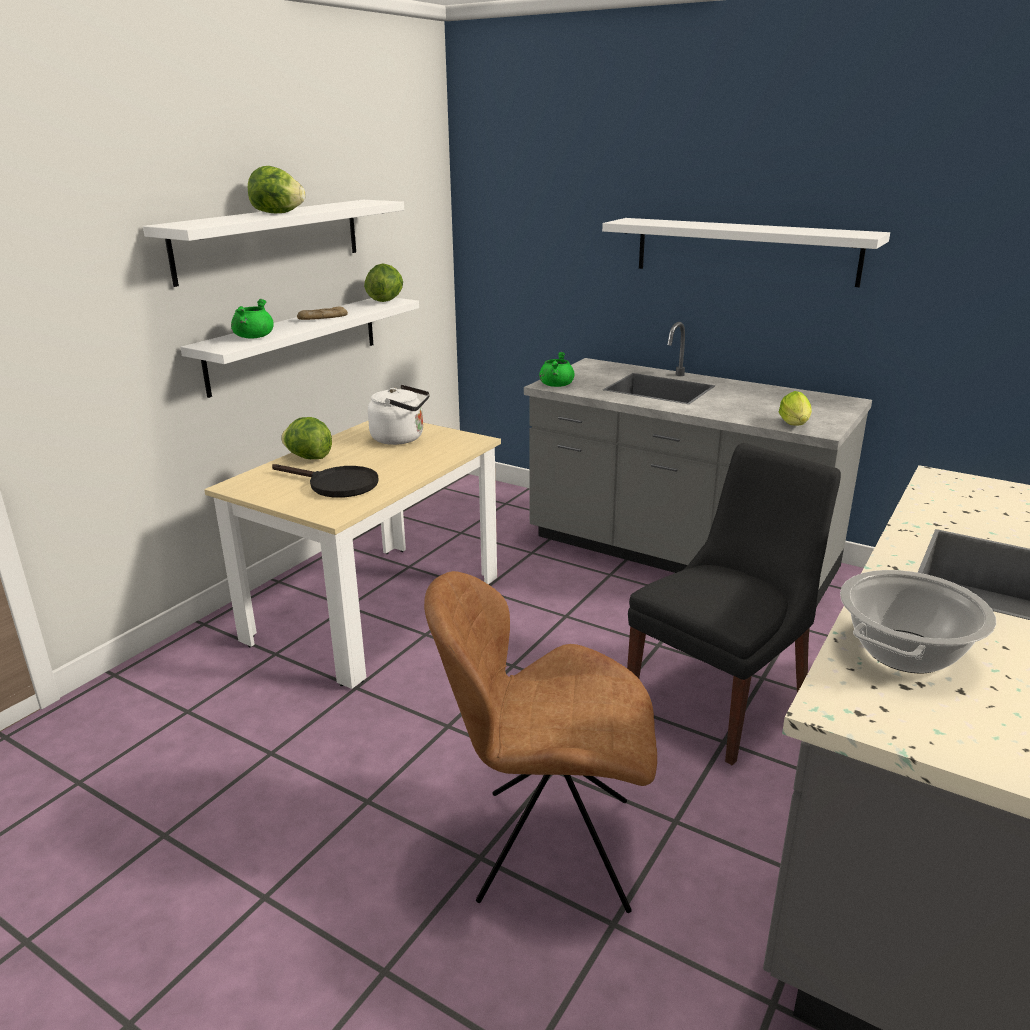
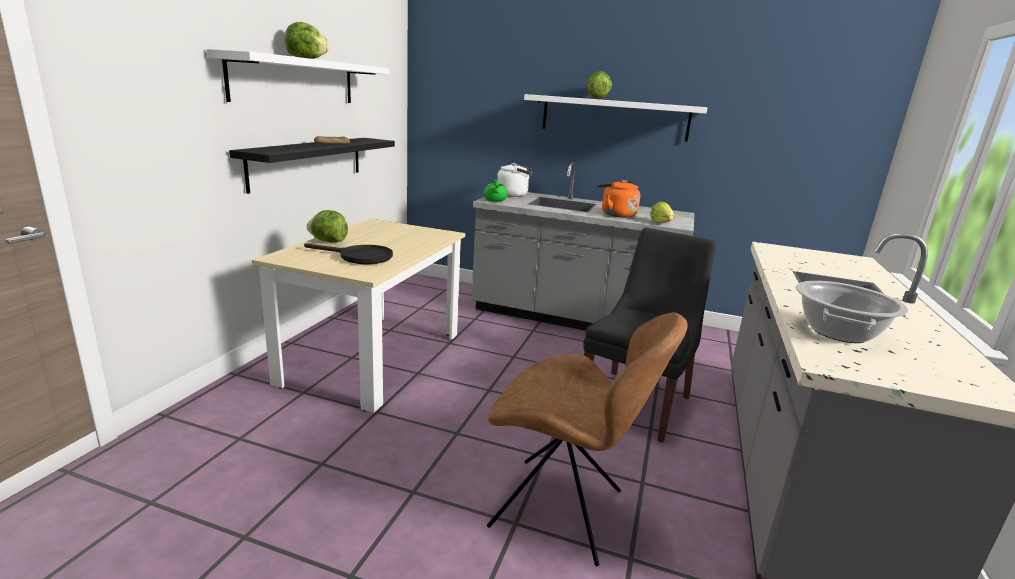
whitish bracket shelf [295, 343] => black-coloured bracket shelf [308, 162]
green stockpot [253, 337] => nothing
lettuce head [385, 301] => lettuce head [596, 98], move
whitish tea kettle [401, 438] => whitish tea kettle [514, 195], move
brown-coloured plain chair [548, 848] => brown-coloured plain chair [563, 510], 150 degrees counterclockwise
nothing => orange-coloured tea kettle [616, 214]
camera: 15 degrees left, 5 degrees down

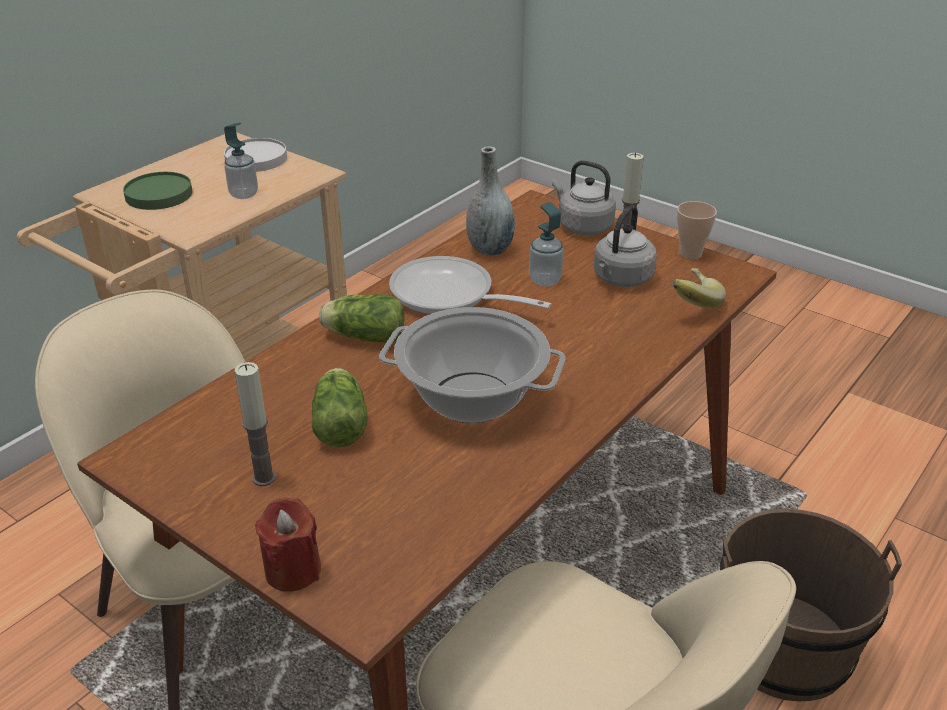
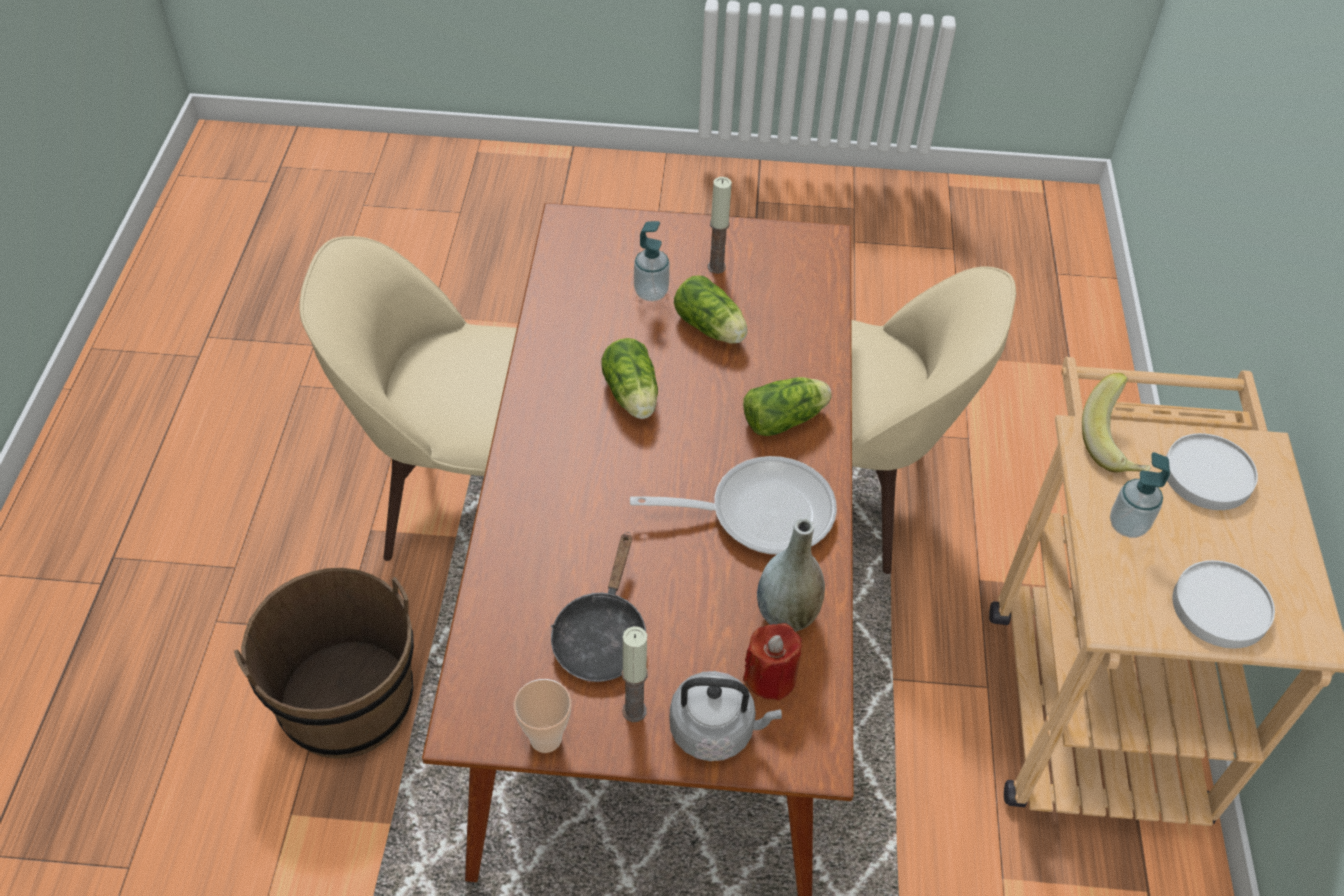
green plate [159, 195] => whitish plate [1207, 475]
red-coloured wax candle [293, 570] => red-coloured wax candle [770, 677], move
stockpot [471, 398] => lettuce head [632, 397]
soap dispenser [545, 280] => soap dispenser [651, 292], move
gray tea kettle [621, 279] => black-coloured frying pan [601, 636]
whole banana [690, 303] => whole banana [1115, 444], move
camera: 145 degrees right, 15 degrees up

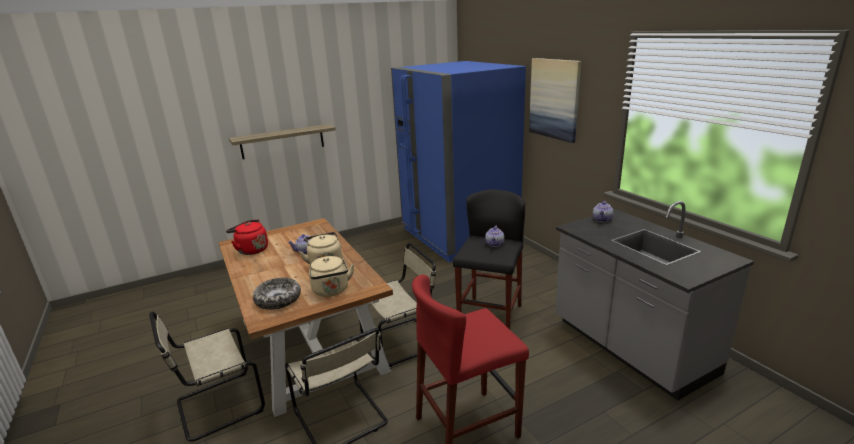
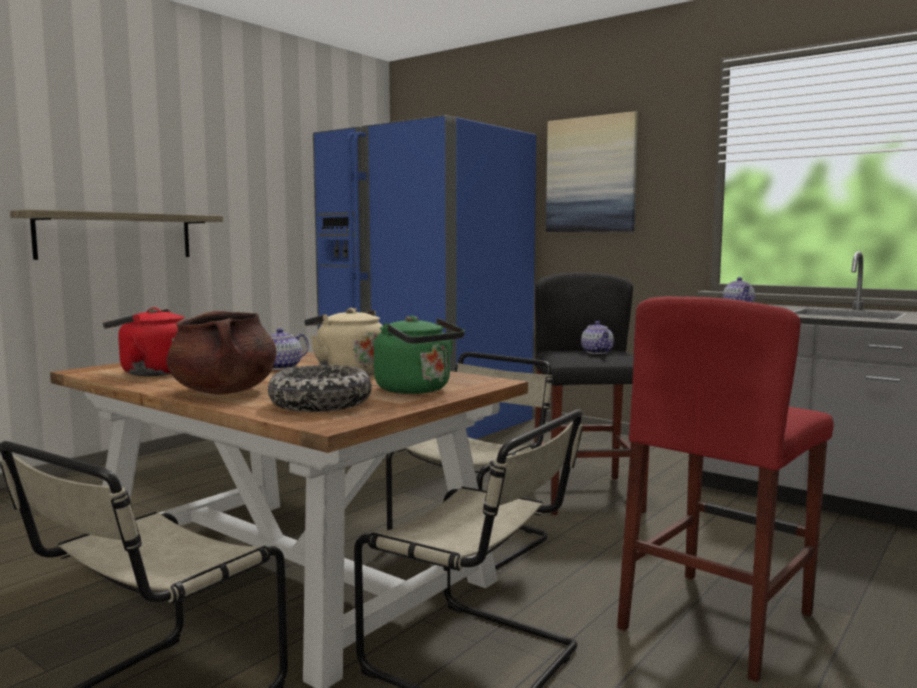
beige tea kettle [331, 291] => green tea kettle [417, 390]
nothing => brown-coloured stockpot [224, 392]
camera: 25 degrees left, 15 degrees down

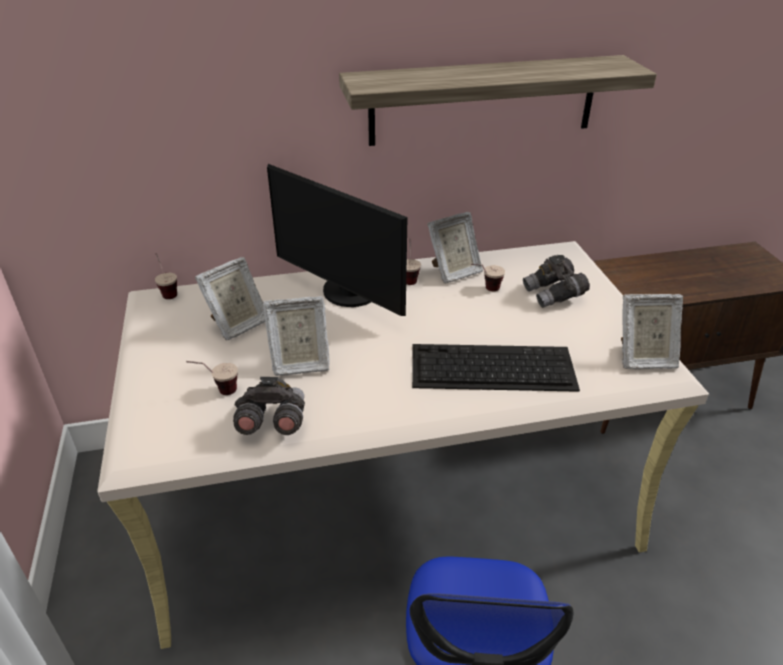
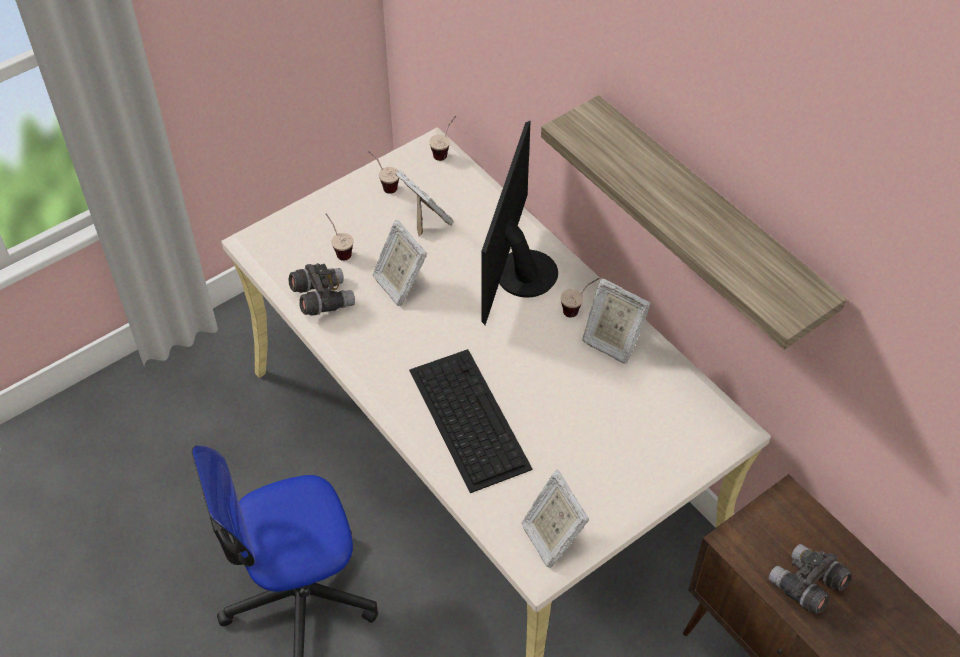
photo frame [237, 325] => photo frame [426, 220], 150 degrees counterclockwise
drinking cup [485, 290] => drinking cup [384, 184], move
gray field glasses [554, 295] => gray field glasses [806, 586], move
camera: 65 degrees right, 15 degrees up

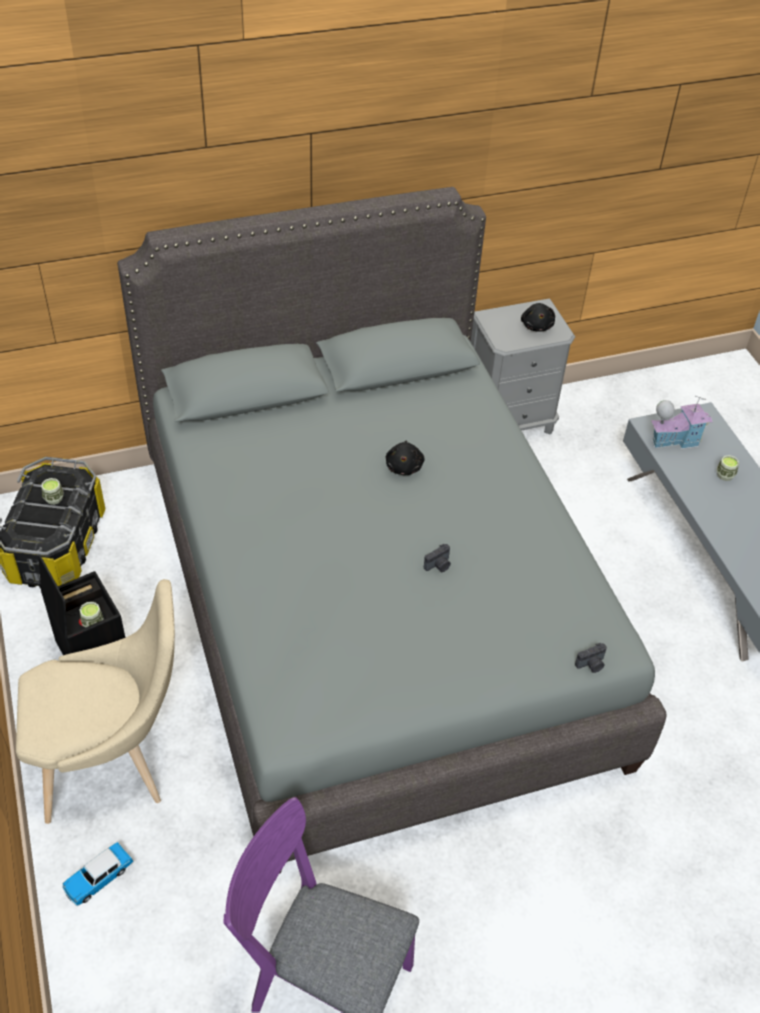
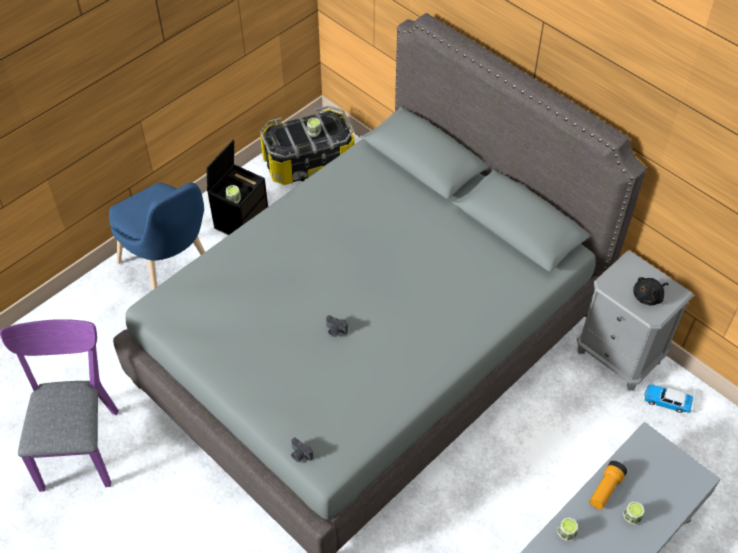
beige plain chair [114, 763] => blue plain chair [171, 271]
miniature car [98, 878] => miniature car [666, 402], move
black-coloured soft toy [404, 466] => nothing
model house [674, 440] => nothing
nothing => drinking cup [566, 533]
nothing => flashlight [605, 489]
camera: 65 degrees right, 5 degrees up

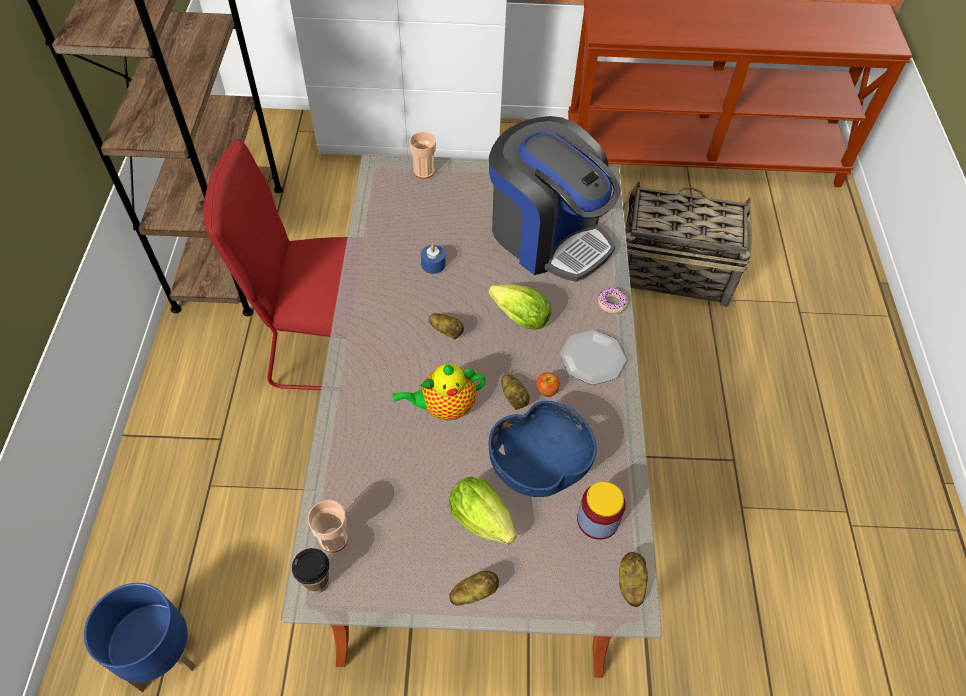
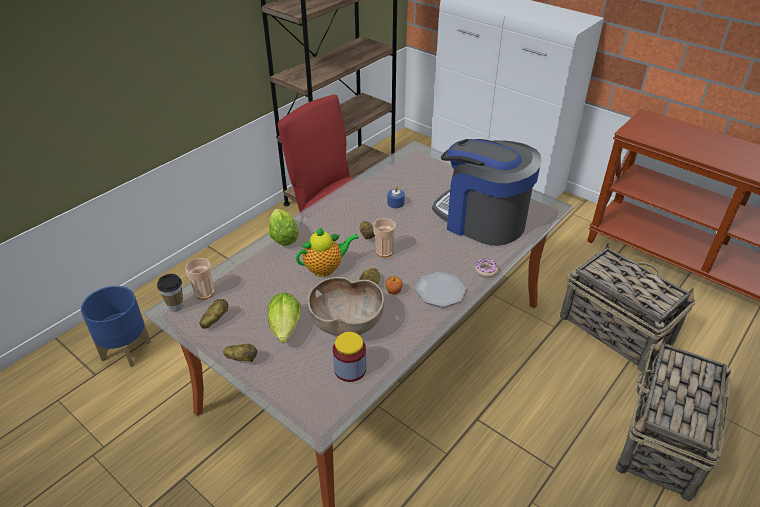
tea pot [444, 407] => tea pot [326, 268], 135 degrees clockwise
drinking cup [424, 171] => drinking cup [384, 251], move
lettuce head [516, 316] => lettuce head [282, 236], move
coffee machine [548, 236] => coffee machine [482, 220], 135 degrees clockwise
blue bowl [539, 466] => brown-coloured bowl [346, 323]
spud [630, 583] => spud [215, 320], move
nothing => basket [661, 441]
camera: 40 degrees right, 15 degrees down

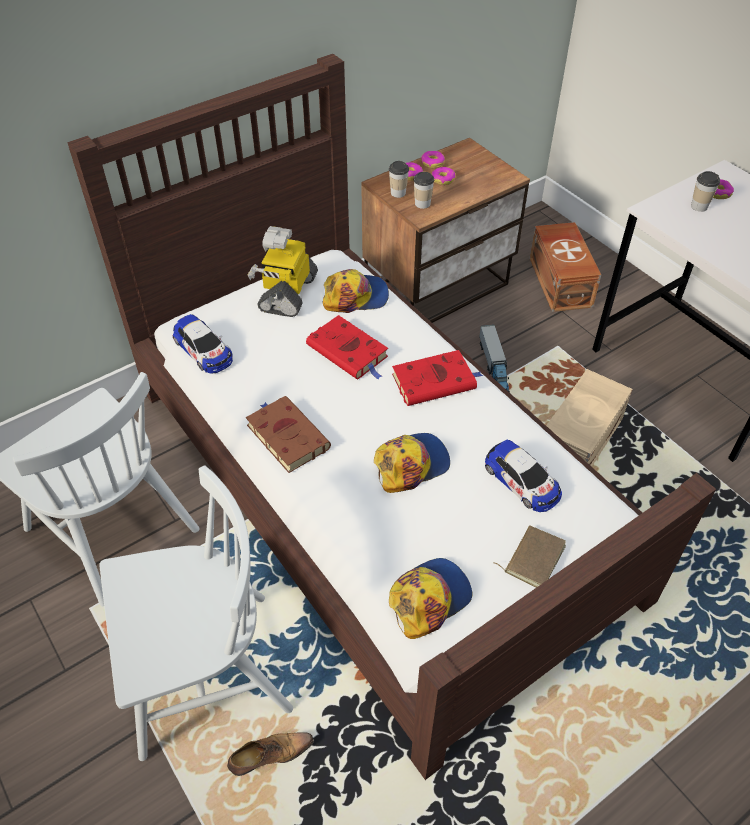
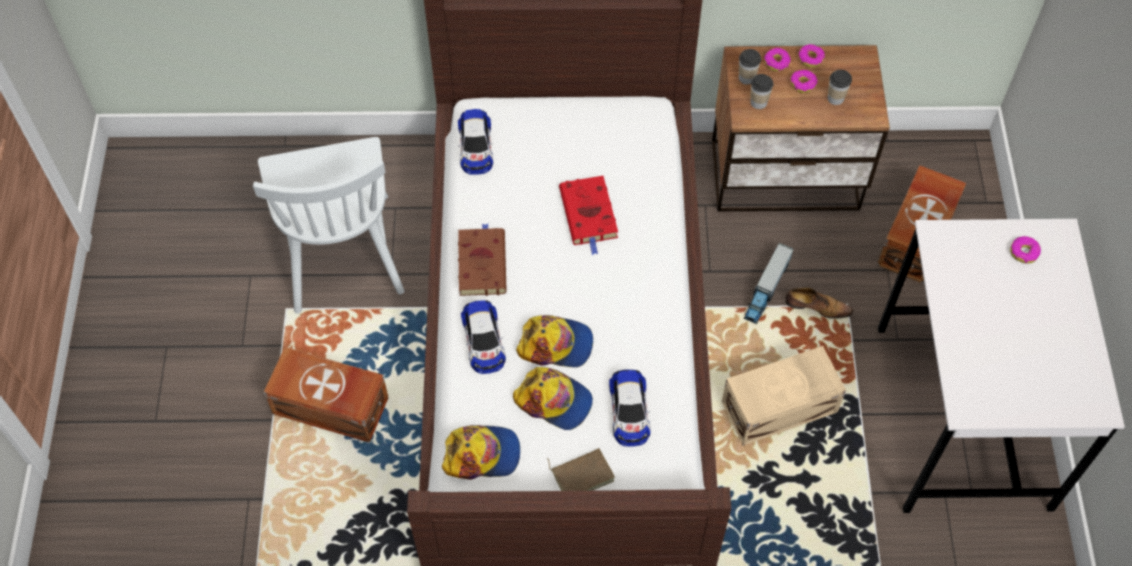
whitish plain chair [204, 672] => brown-coloured storage container [331, 408]
shoe [269, 755] => shoe [816, 307], move
robot figure [287, 293] => nothing
cap [355, 296] => cap [554, 401], move
red-coloured bound book [435, 381] => nothing
drinking cup [699, 206] => drinking cup [835, 98], move
nothing => miniature car [483, 340]
camera: 35 degrees right, 10 degrees up

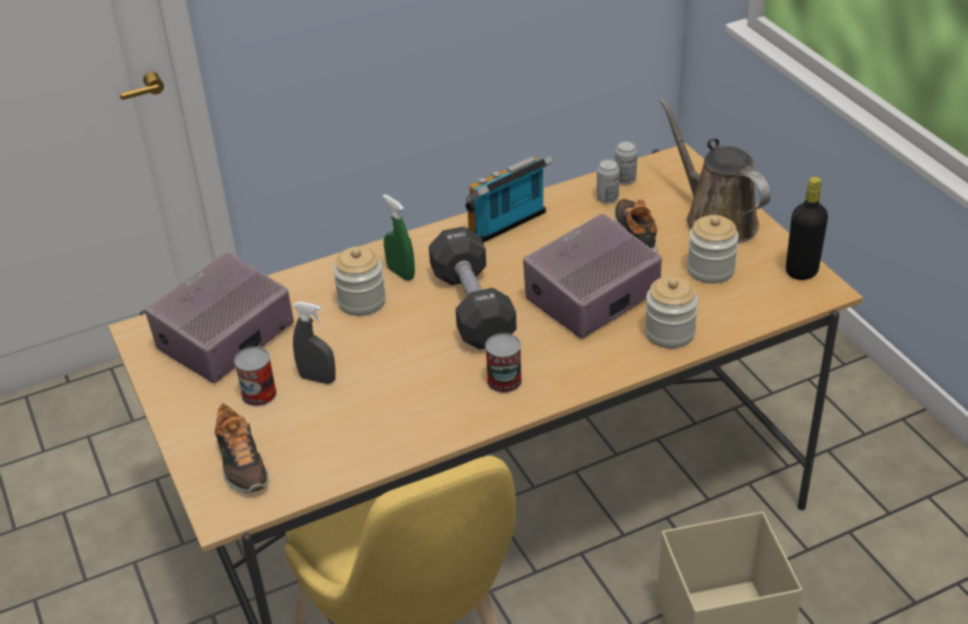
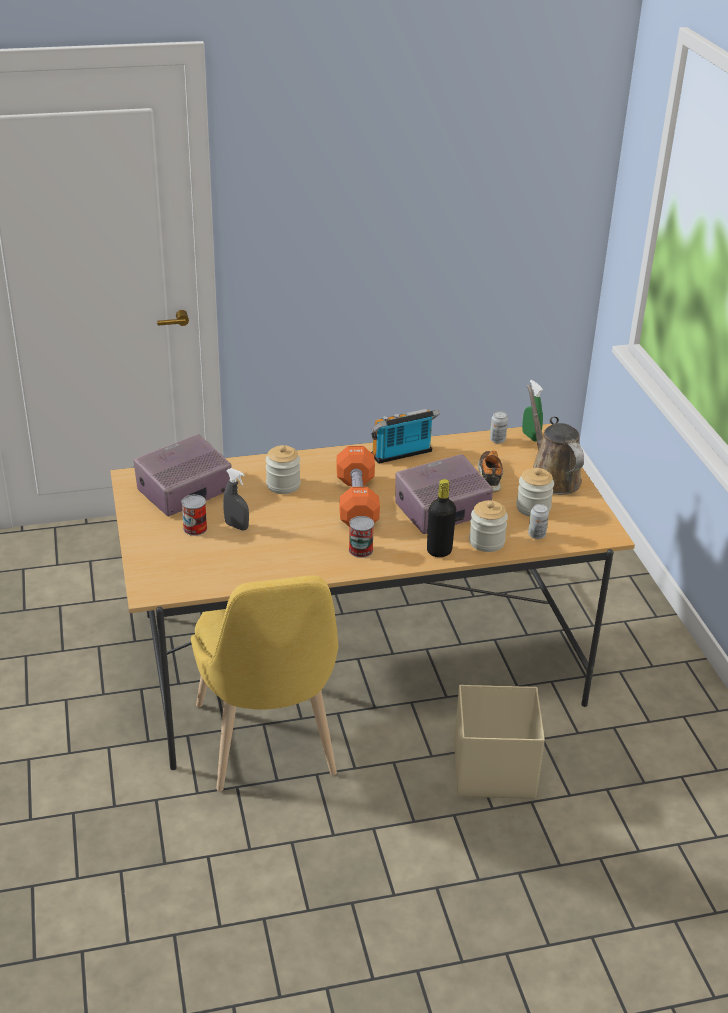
shoe [241, 463] => nothing
green hand sprayer [401, 273] => green hand sprayer [530, 436], move
black-coloured dumbbell [472, 307] => orange-coloured dumbbell [357, 502]
metal can [607, 198] => metal can [536, 535], move
black-coloured beverage bottle [801, 271] => black-coloured beverage bottle [439, 551], move
camera: 10 degrees right, 5 degrees down

